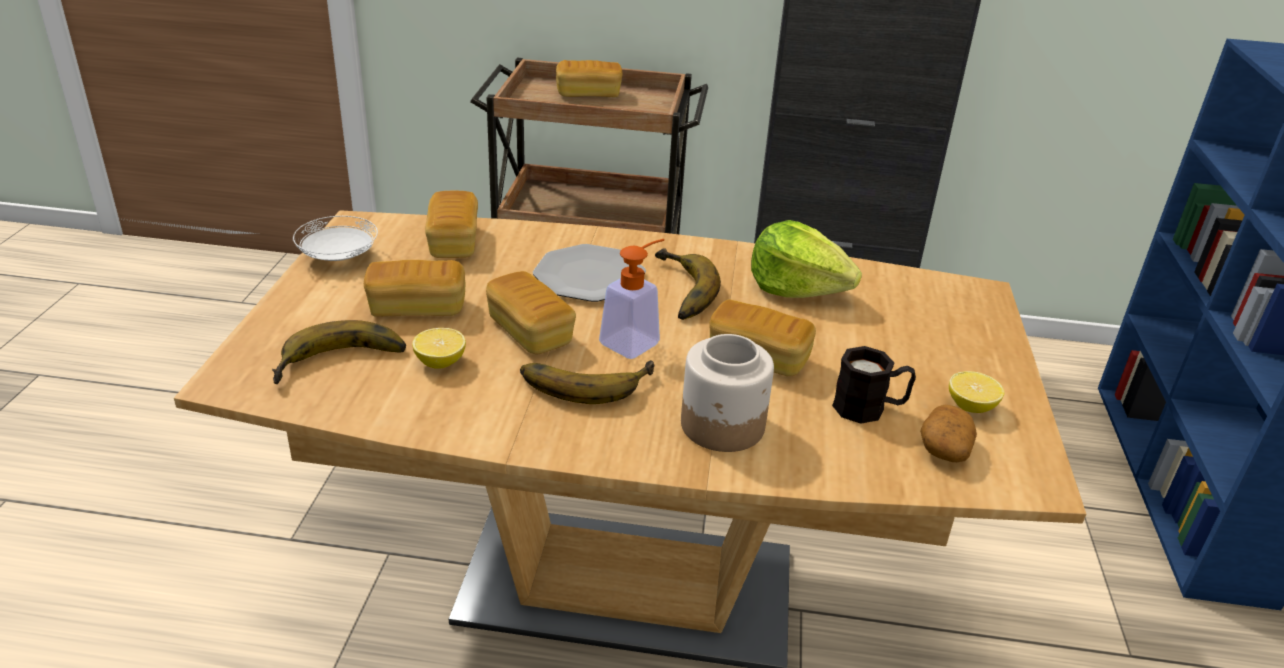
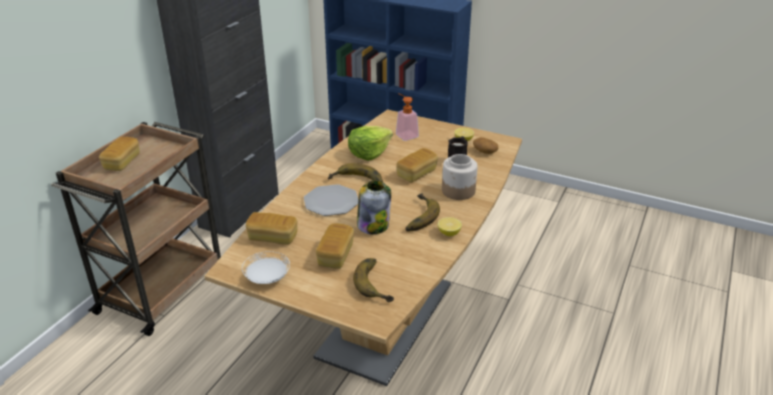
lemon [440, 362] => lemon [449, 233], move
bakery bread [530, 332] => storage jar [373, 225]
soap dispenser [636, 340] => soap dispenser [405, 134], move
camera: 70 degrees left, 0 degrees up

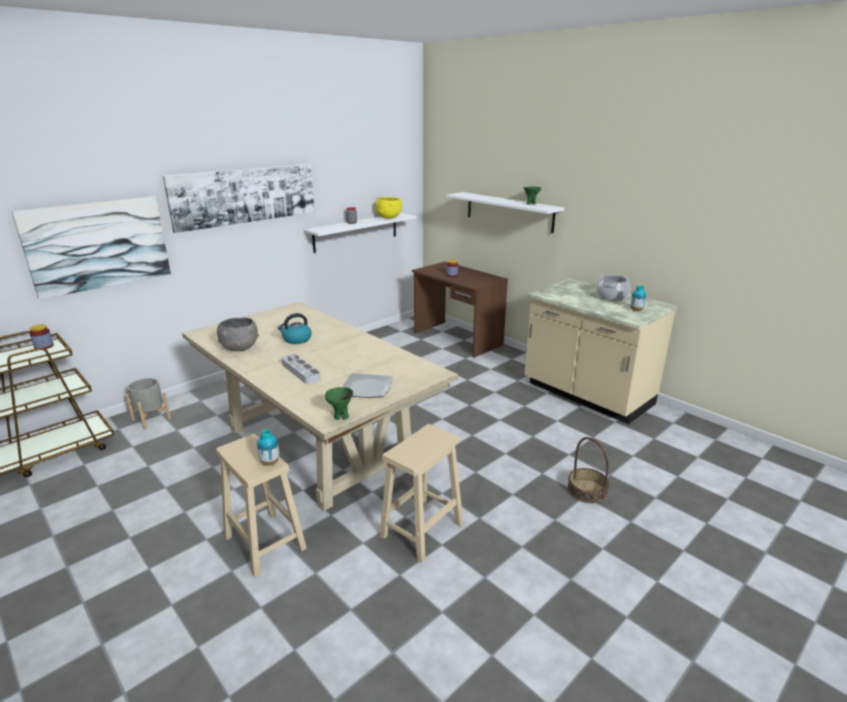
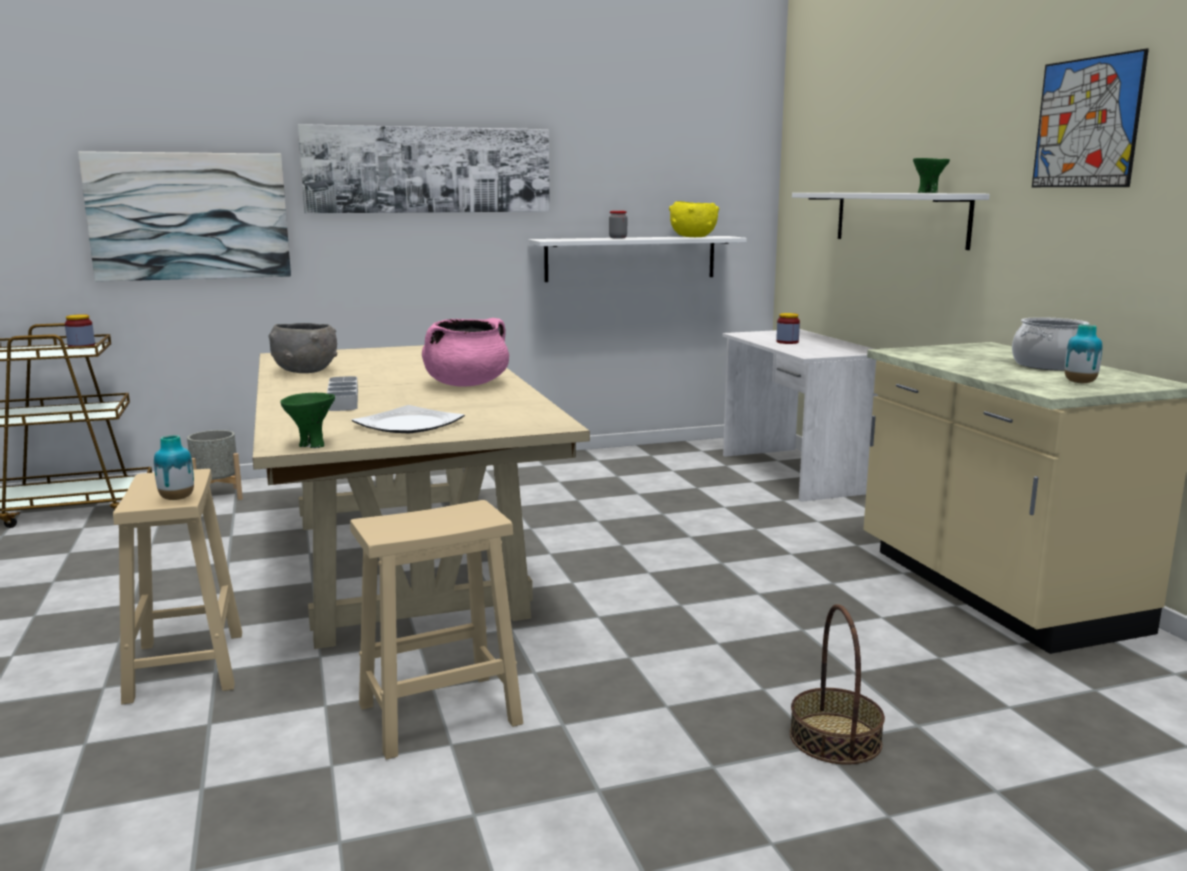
tea kettle [296, 339] => nothing
brown-coloured desk [457, 339] => whitish desk [795, 473]
nothing => pink stockpot [467, 384]
nothing => wall art [1086, 123]
camera: 25 degrees right, 10 degrees down

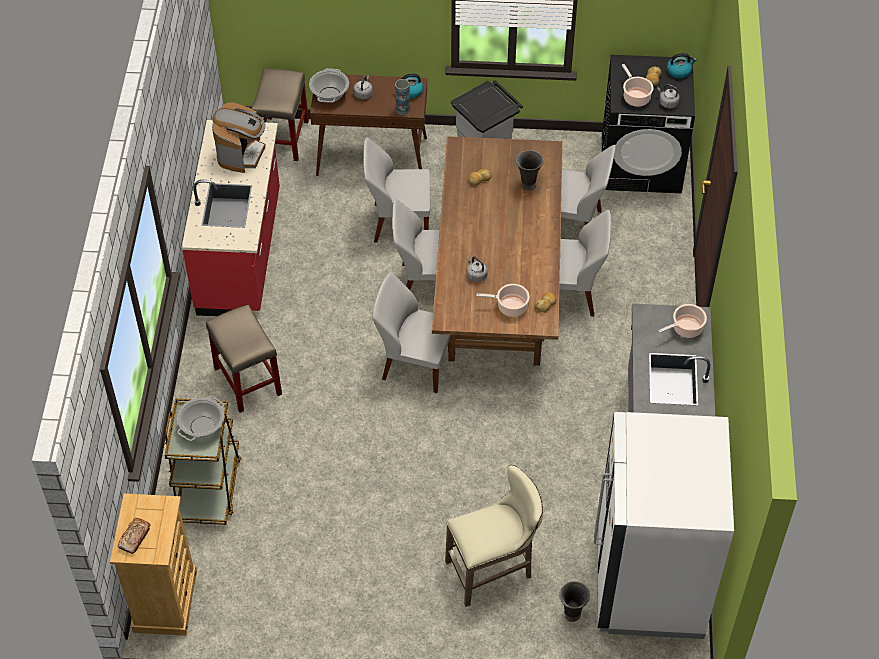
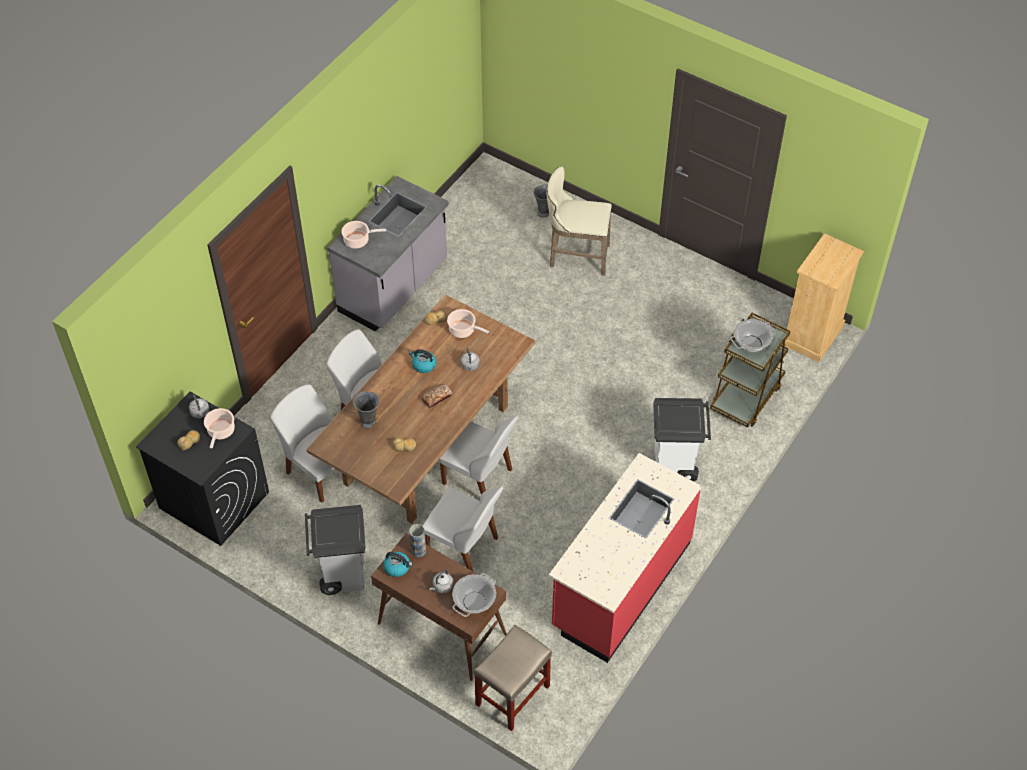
bakery bread [135, 538] => bakery bread [437, 397], move
beige stool [247, 380] => whitish rubbish bin [675, 465]
coffee machine [241, 153] => nothing
whitish plain chair [415, 364] => nothing
whitish refrigerator [649, 581] => nothing
tea kettle [679, 71] => tea kettle [423, 365], move
camera: 150 degrees left, 0 degrees up

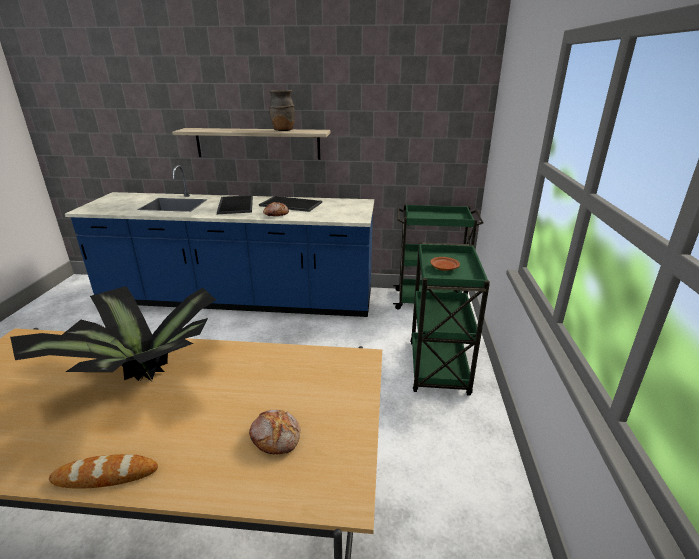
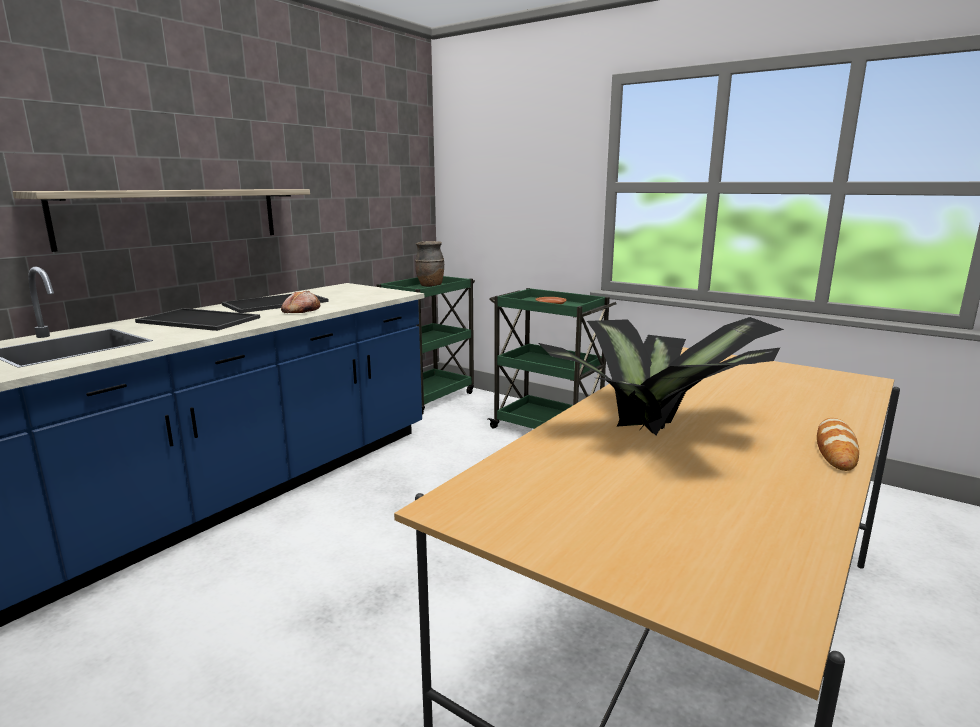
bakery bread [276, 436] => nothing
brown-coloured decorative vase [283, 130] => brown-coloured decorative vase [430, 286], move
camera: 60 degrees left, 10 degrees down

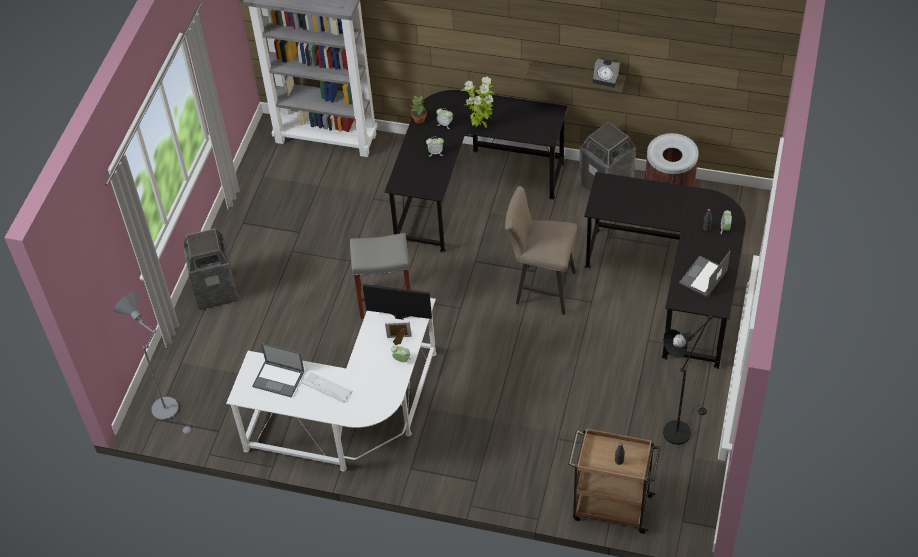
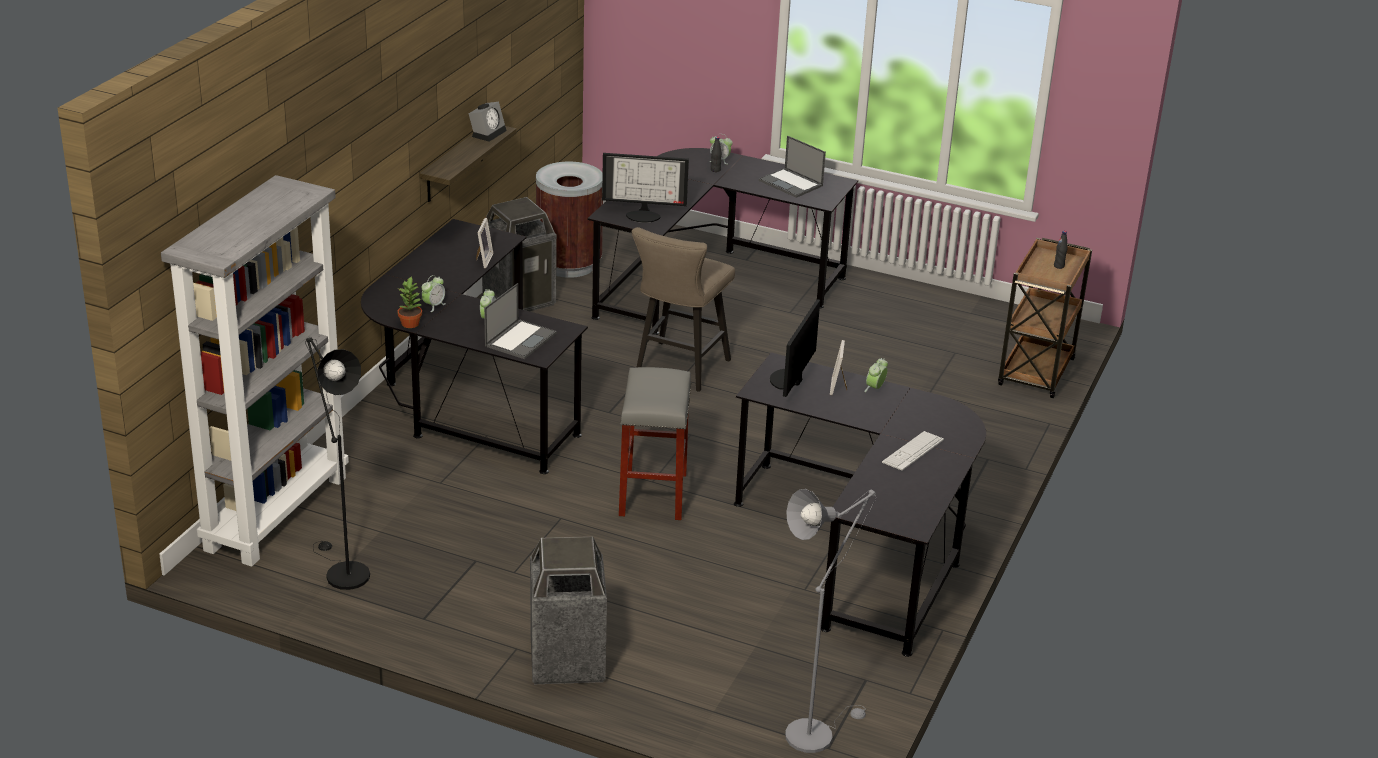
whitish desk [354, 417] => black-coloured desk [865, 546]
notebook computer [279, 379] => notebook computer [521, 339], move
potted plant [481, 125] => nothing
black-coloured standing lamp [680, 428] => black-coloured standing lamp [342, 572], move
nothing => photo frame [482, 260]
nothing => computer display [644, 215]
camera: 85 degrees left, 20 degrees down

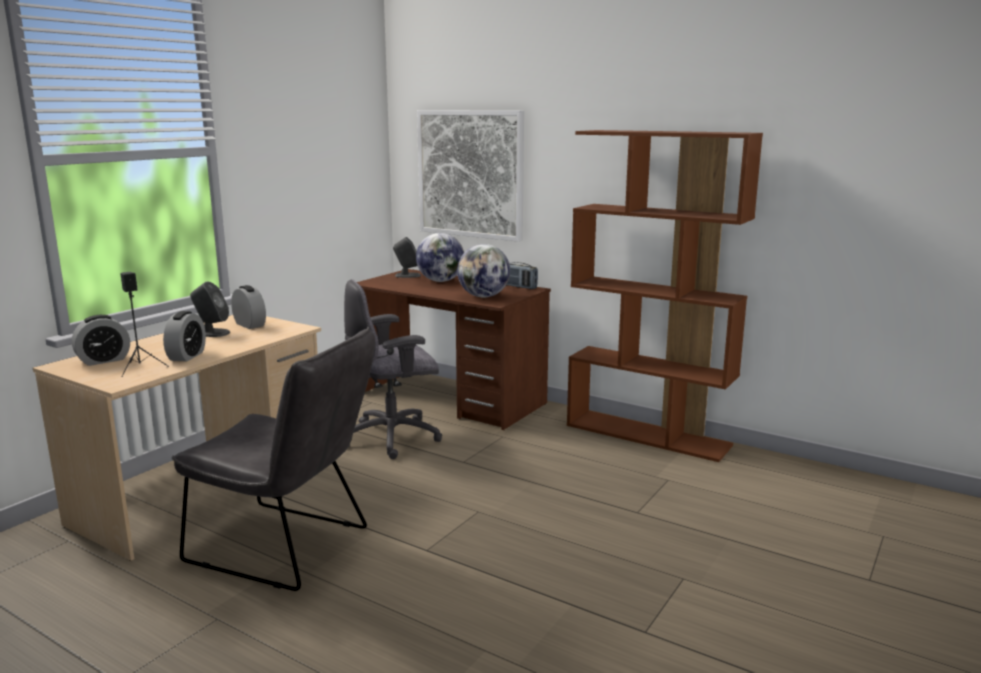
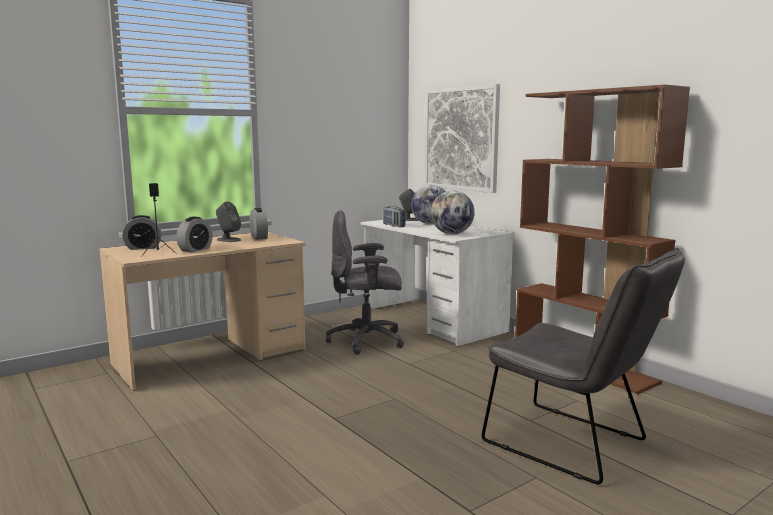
gray plain chair [288, 547] => gray plain chair [574, 445], move
brown-coloured desk [451, 399] => whitish desk [432, 321]
radio set [519, 287] => radio set [394, 225], move
camera: 20 degrees right, 5 degrees down

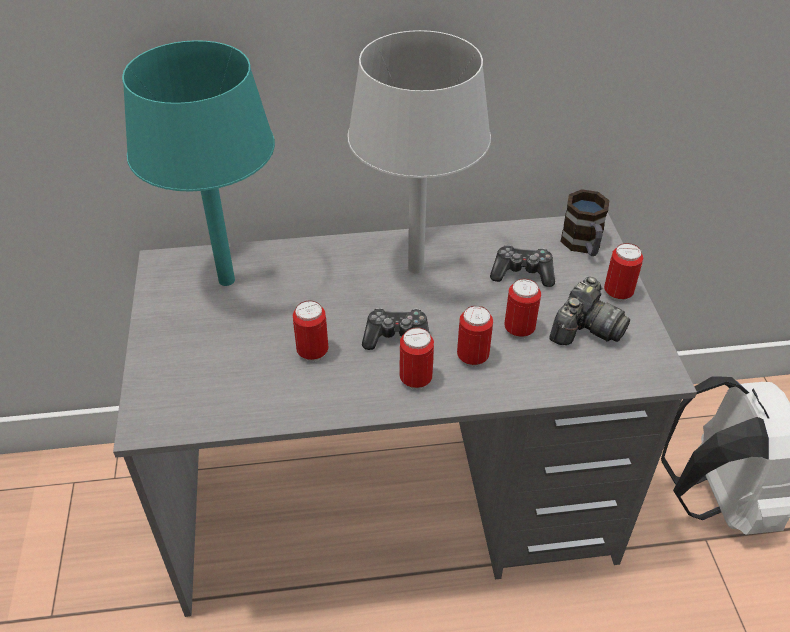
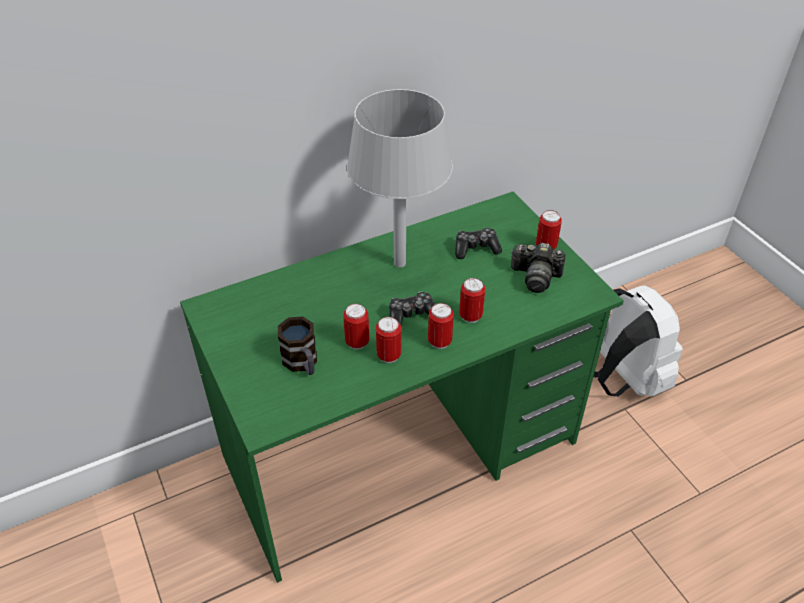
gray desk [395, 504] => green desk [401, 451]
turquoise-coloured lamp for a table [227, 280] => nothing
metal can [519, 330] => metal can [389, 355], move
photo camera [585, 329] => photo camera [535, 277], 90 degrees clockwise
coffee mug [583, 245] => coffee mug [302, 363], move
camera: 20 degrees left, 0 degrees up

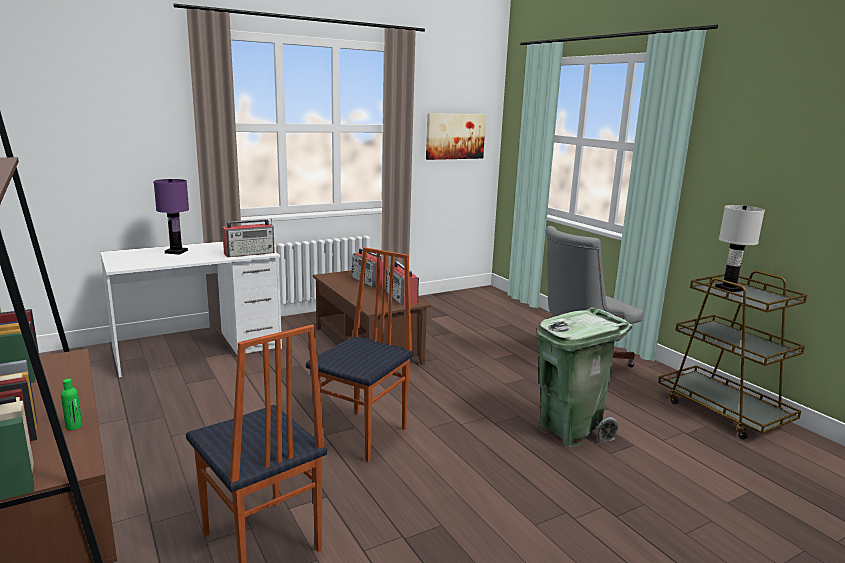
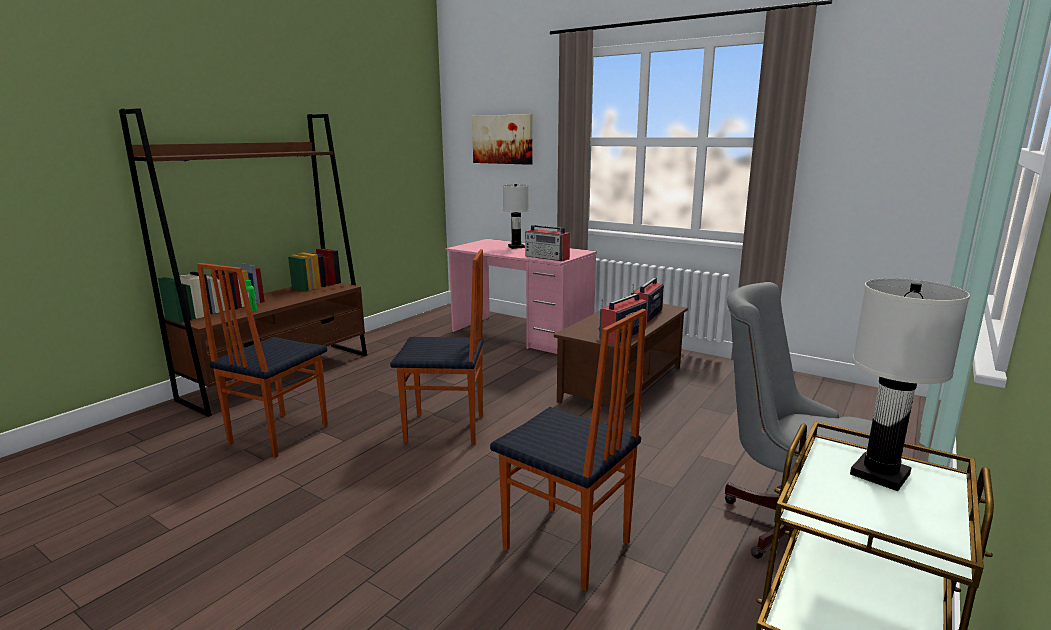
whitish desk [198, 349] => pink desk [521, 335]
purplish lamp for a table [176, 252] => whitish lamp for a table [516, 247]
wall art [455, 136] => wall art [502, 139], move
green rubbish bin [571, 430] => plain chair [566, 547]
camera: 65 degrees right, 0 degrees up

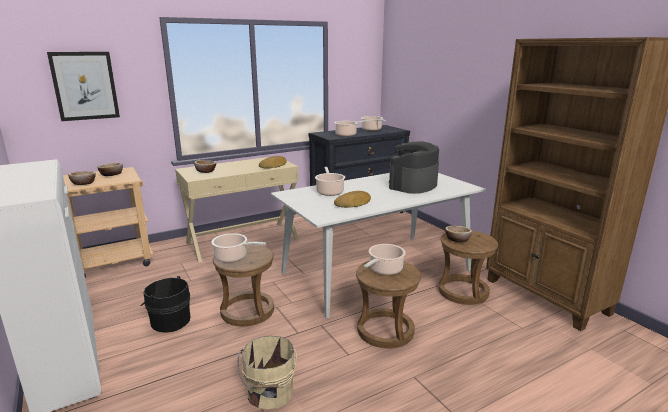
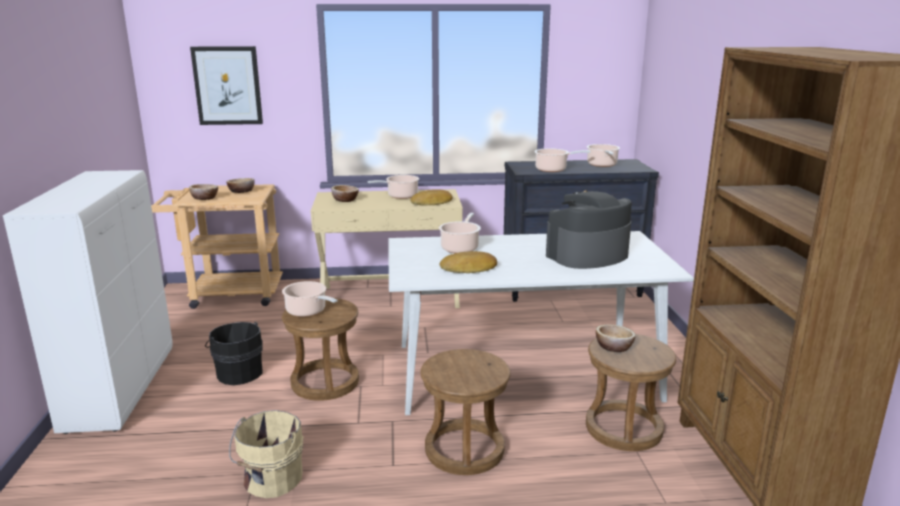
stockpot [384, 270] => stockpot [400, 196], move
camera: 25 degrees right, 0 degrees up

